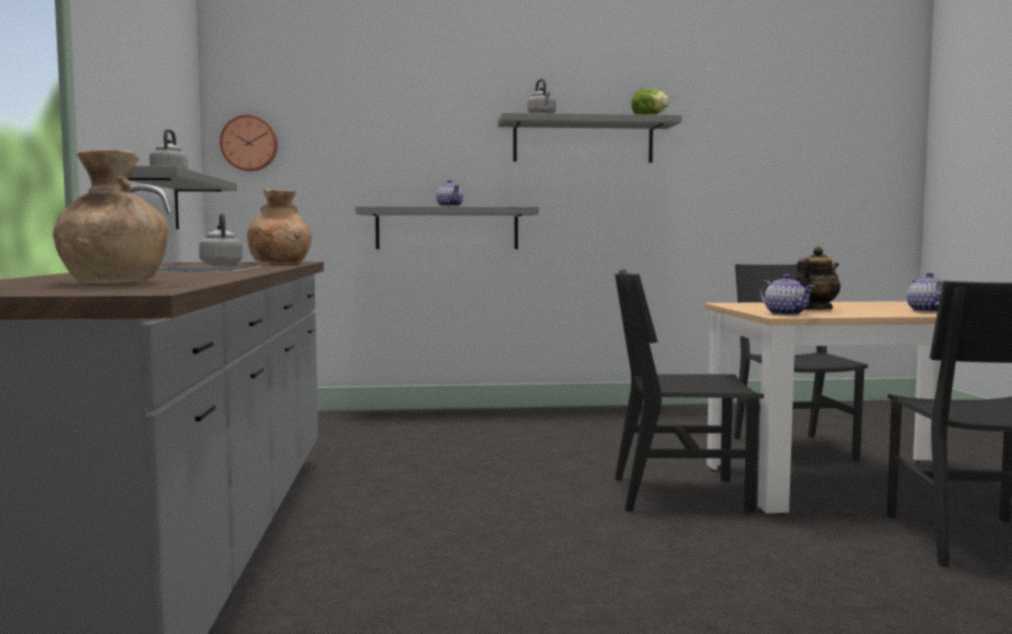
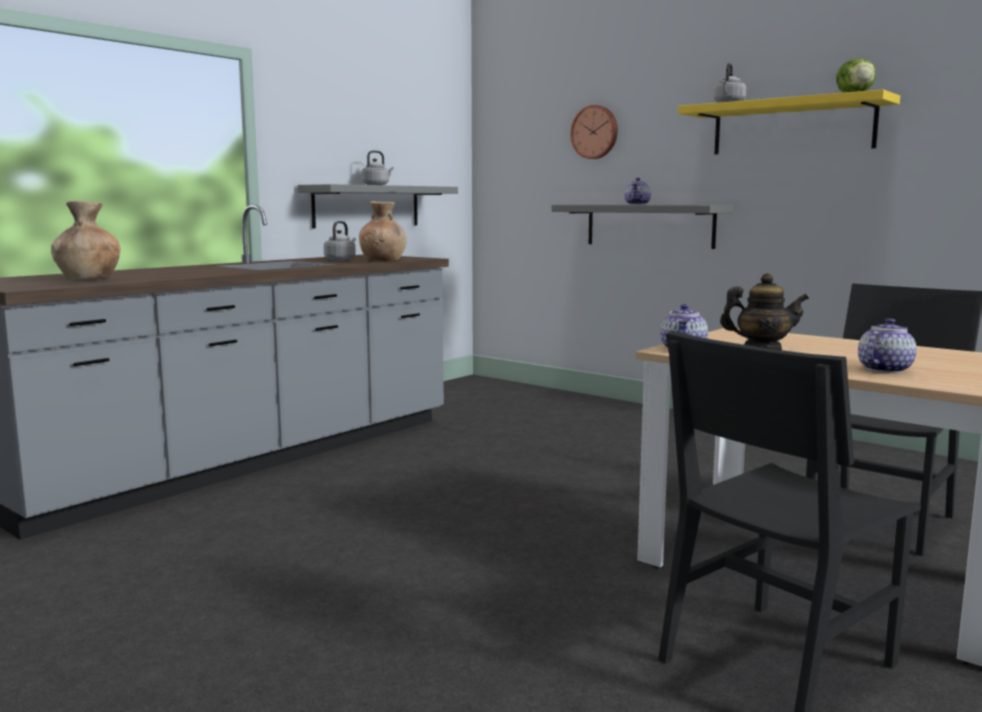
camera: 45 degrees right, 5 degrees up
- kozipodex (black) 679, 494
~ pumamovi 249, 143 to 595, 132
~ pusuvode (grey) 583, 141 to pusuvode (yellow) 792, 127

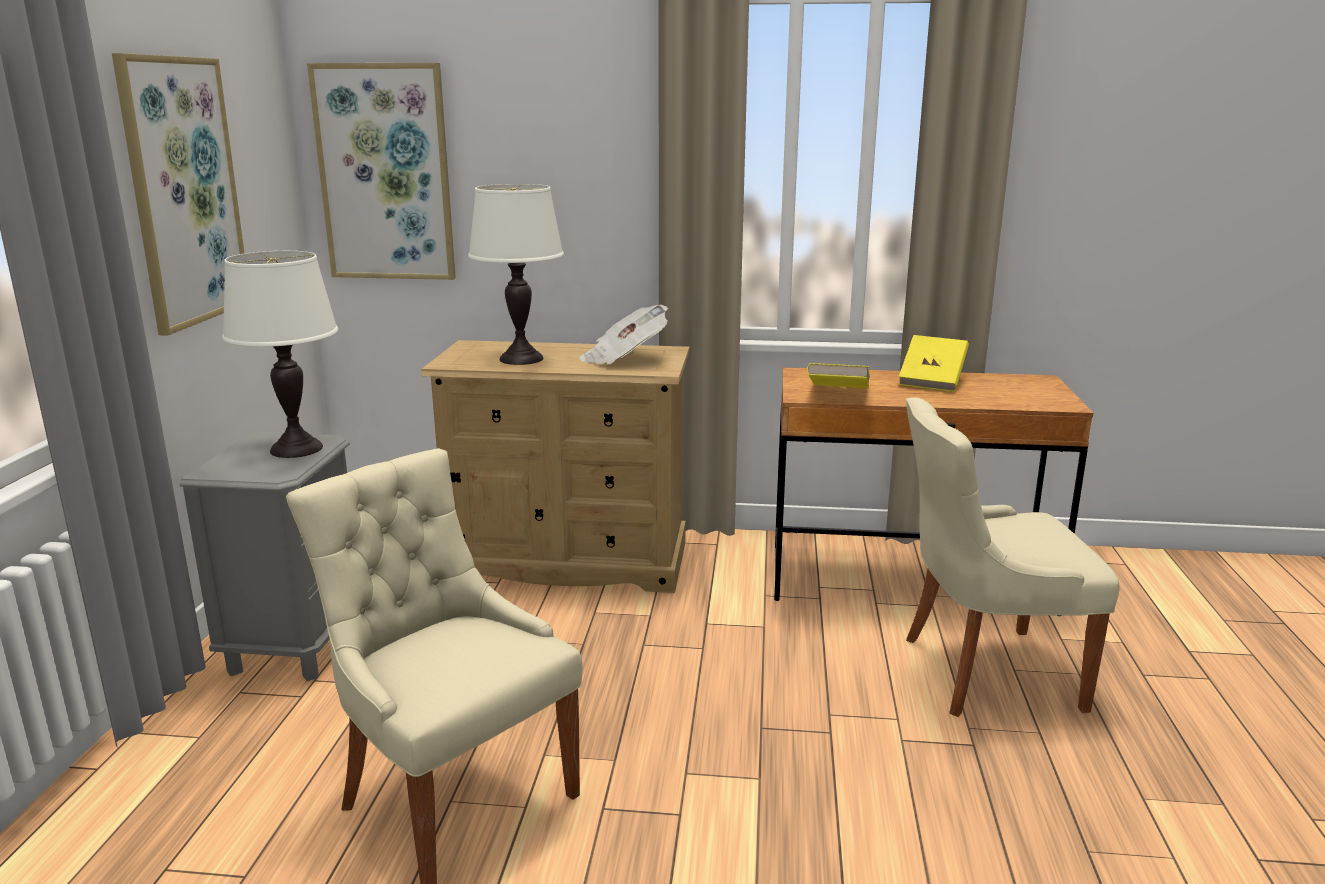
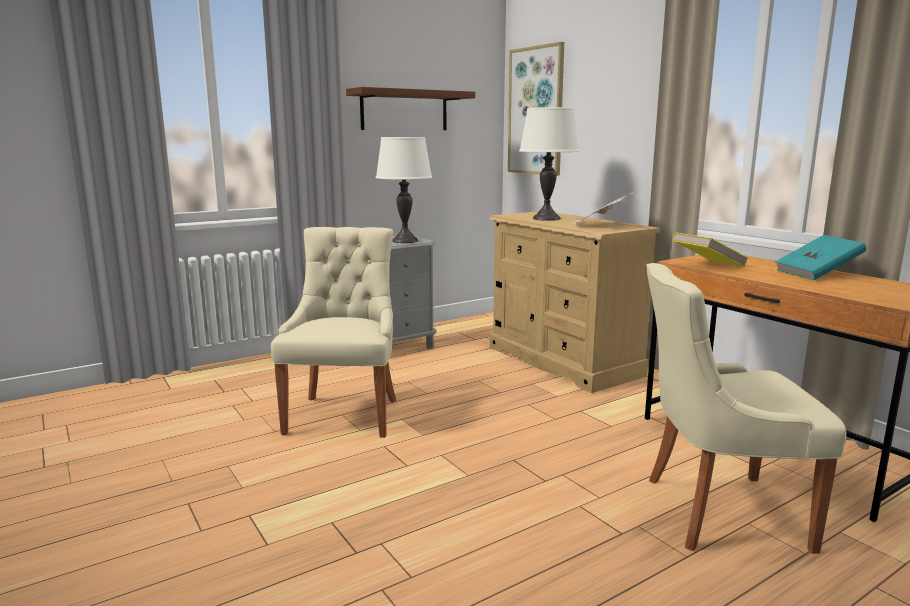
camera: 50 degrees right, 5 degrees down
~ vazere 183, 192 to pusuvode (brown) 404, 110
~ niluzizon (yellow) 932, 381 to niluzizon (turquoise) 817, 274
~ kozipodex (beige) 983, 672 = 718, 511 45 degrees counterclockwise

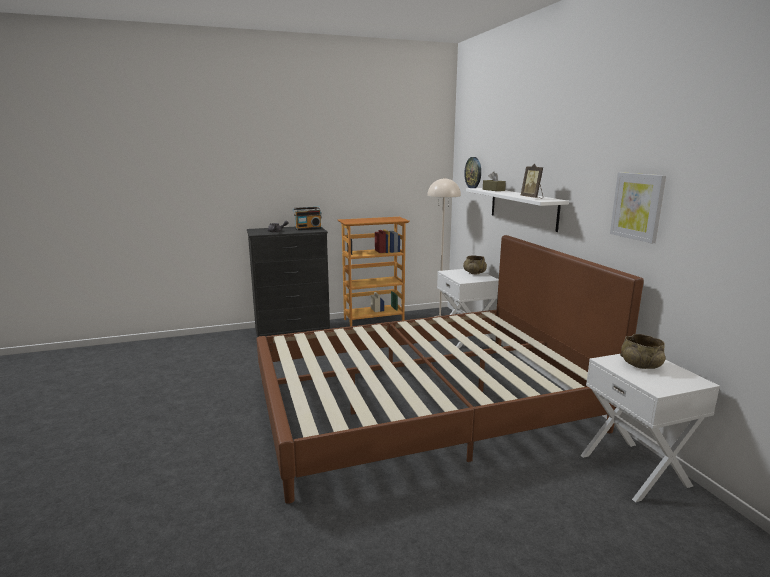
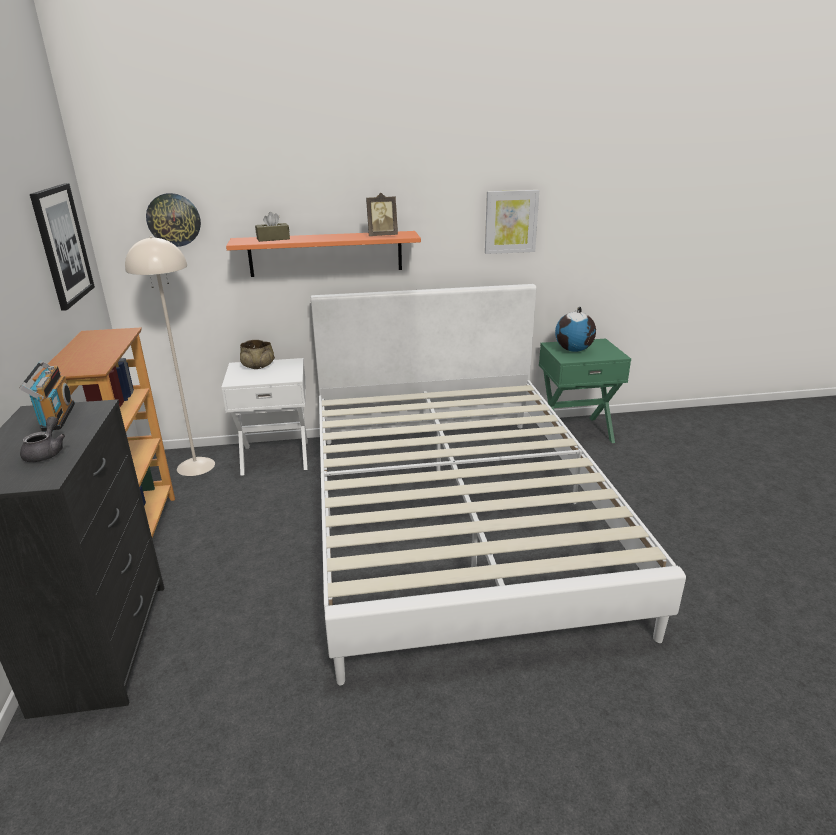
camera: 80 degrees left, 10 degrees up
+ vazere 62, 245
~ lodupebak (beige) 641, 365 to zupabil 574, 350
~ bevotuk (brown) 423, 405 to bevotuk (white) 456, 517
~ pusuvode (white) 522, 208 to pusuvode (orange) 326, 253
~ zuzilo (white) 635, 470 to zuzilo (green) 574, 431

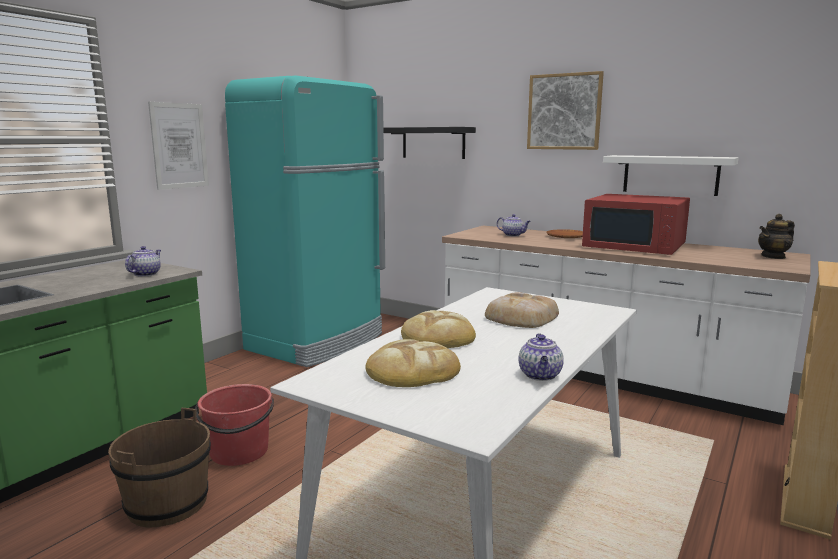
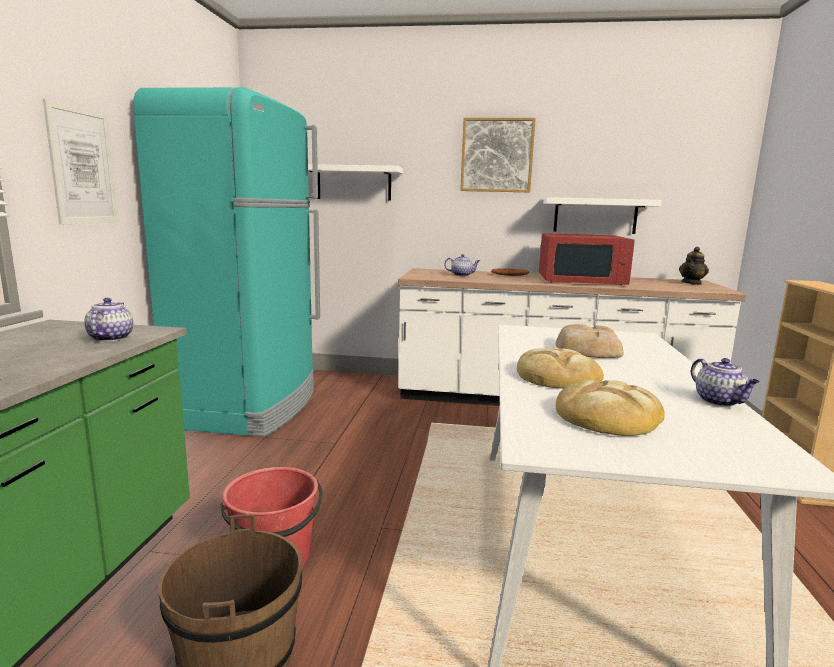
camera: 25 degrees left, 0 degrees up
~ pusuvode (black) 433, 143 to pusuvode (white) 354, 183

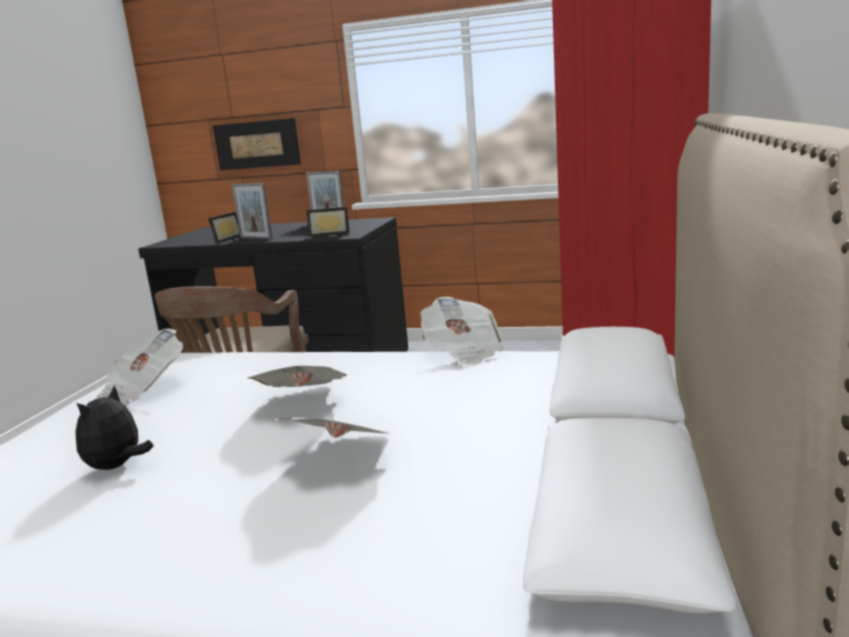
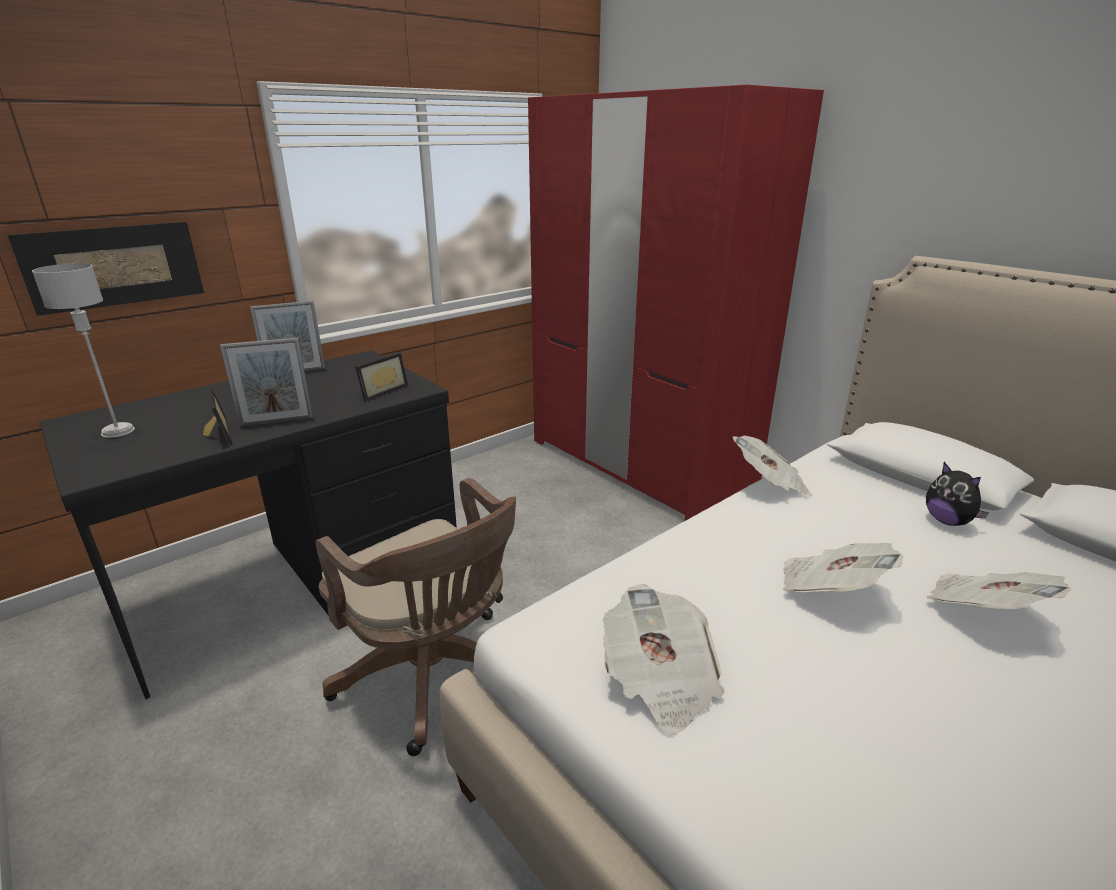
camera: 55 degrees left, 10 degrees up
+ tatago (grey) 118, 431
~ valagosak 117, 466 to 948, 521

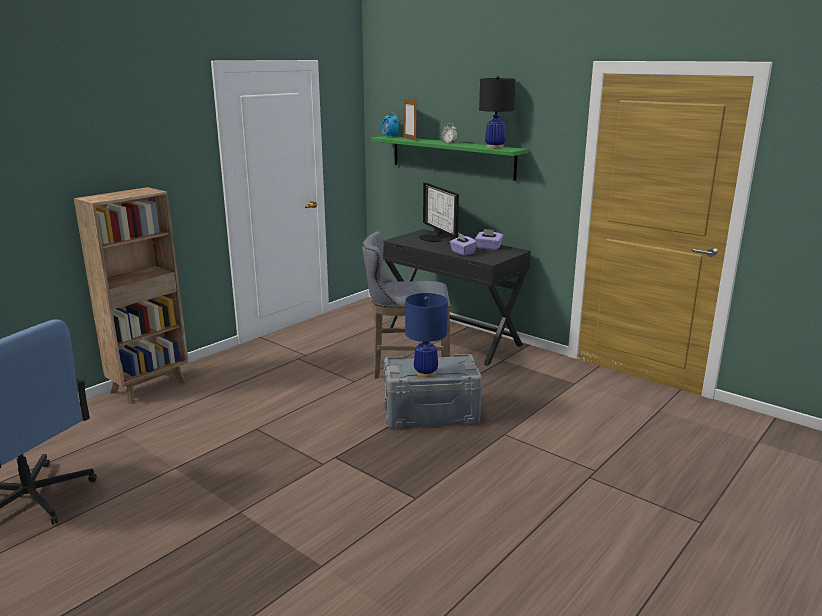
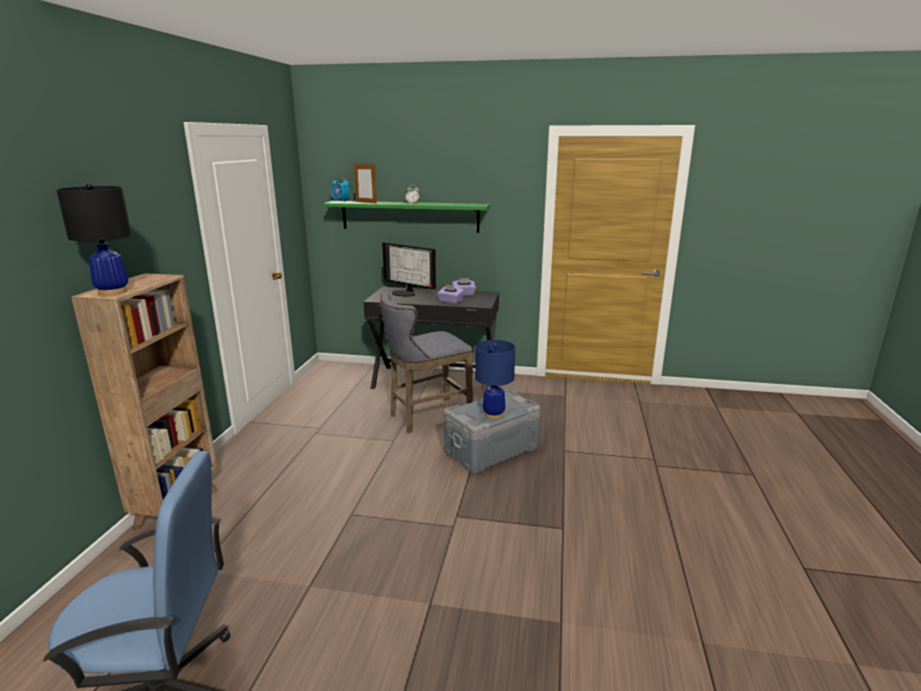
camera: 30 degrees left, 0 degrees up
~ tatago (black) 494, 147 to 112, 292

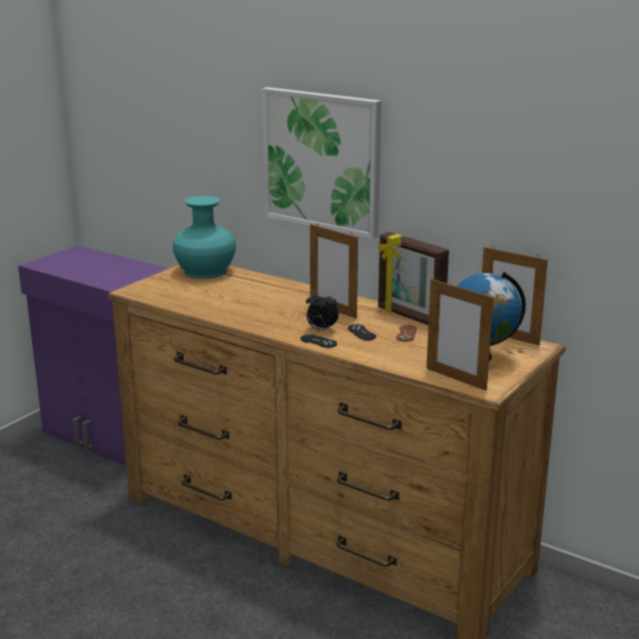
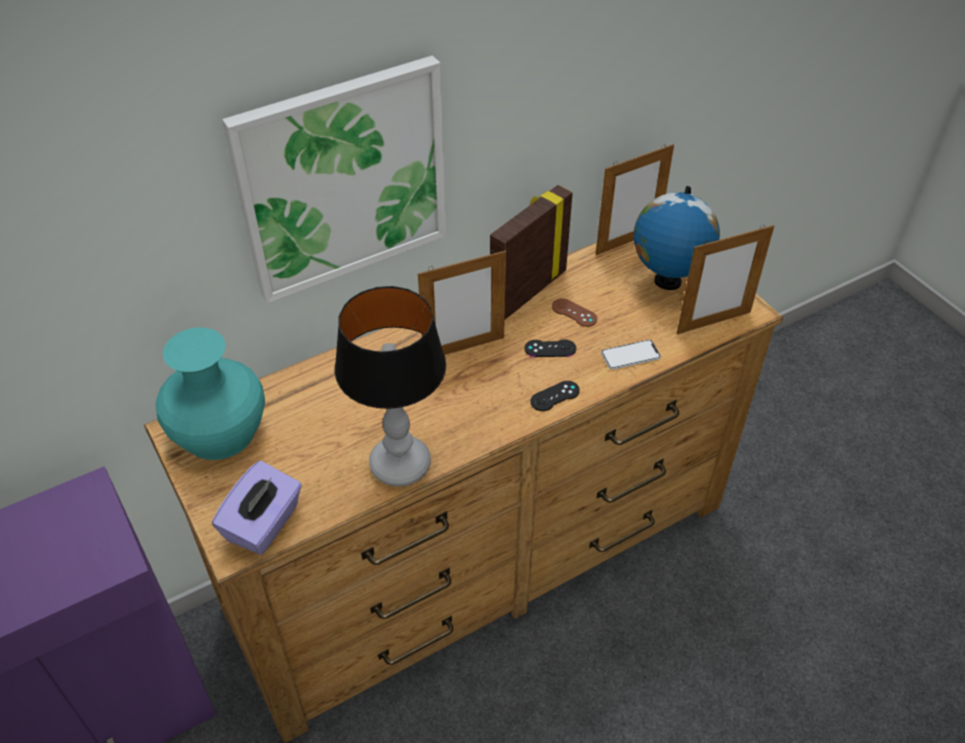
camera: 65 degrees left, 25 degrees up
- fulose 321, 330
+ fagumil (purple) 264, 524
+ tatago 399, 465
+ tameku 630, 355
~ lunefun 409, 317 = 527, 291 150 degrees clockwise

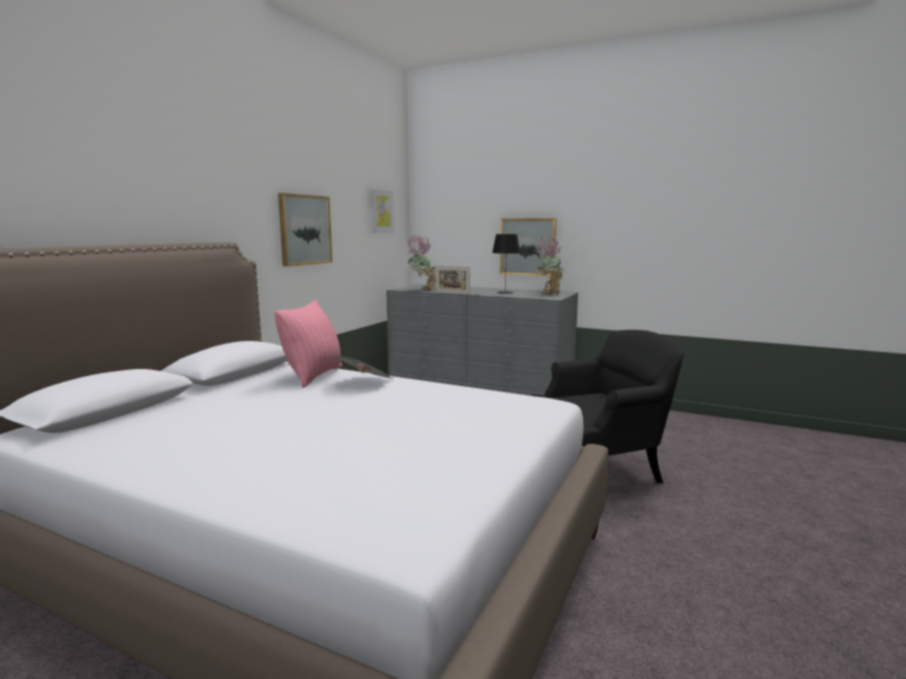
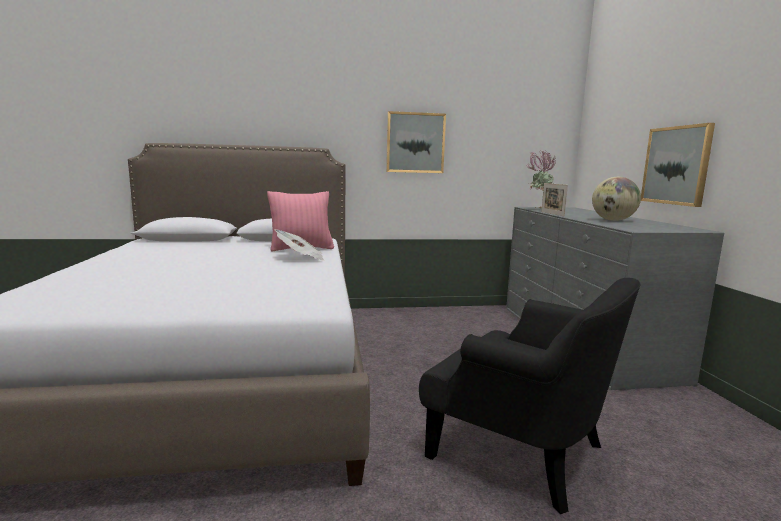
camera: 55 degrees right, 0 degrees up
- vazere 381, 211
- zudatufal 548, 293
~ tatago (black) 505, 292 to zupabil 613, 220

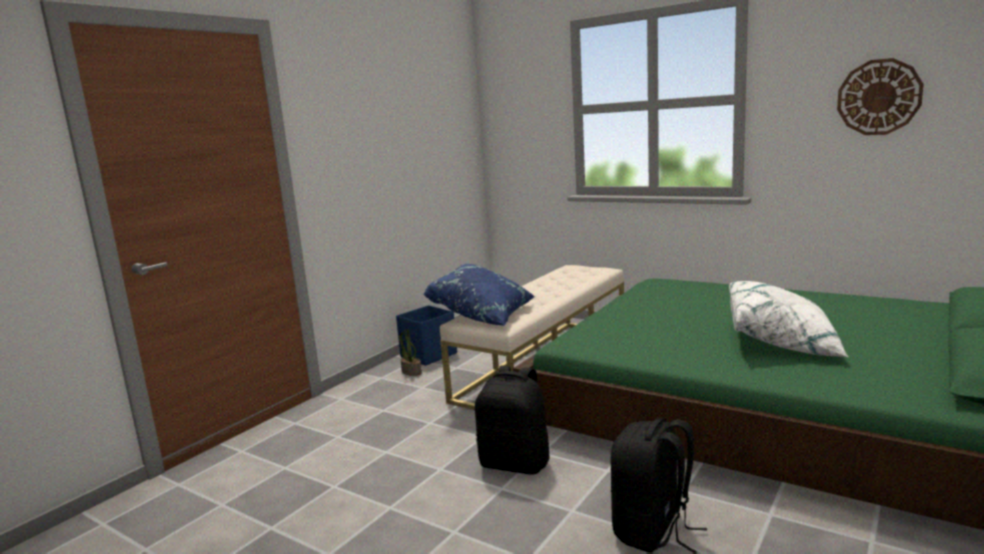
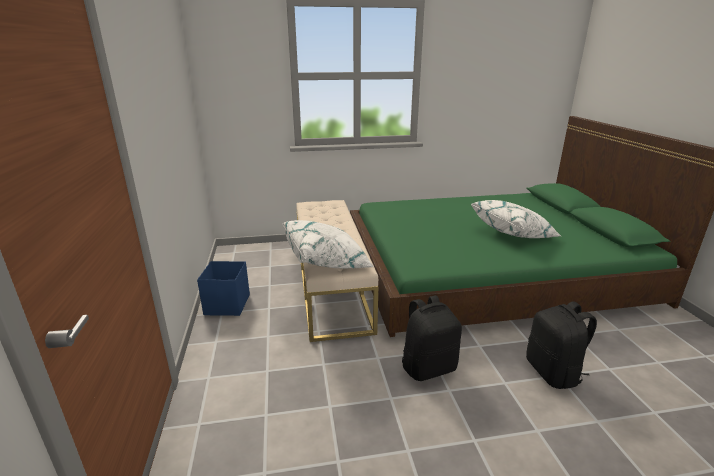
camera: 45 degrees left, 10 degrees up
- zudatufal 411, 372
- pumamovi 879, 97
~ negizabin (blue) 483, 315 to negizabin (white) 327, 261

